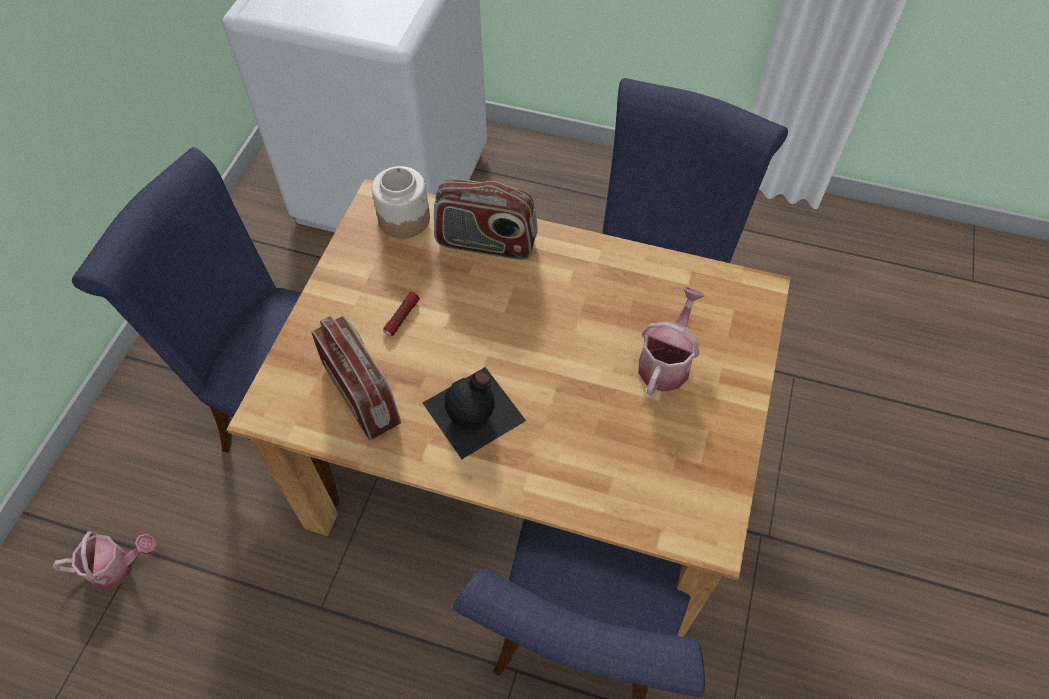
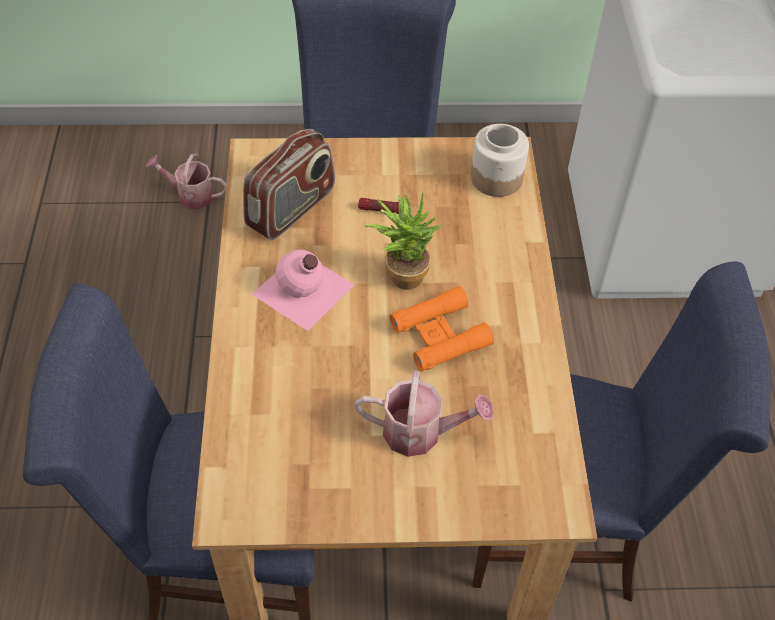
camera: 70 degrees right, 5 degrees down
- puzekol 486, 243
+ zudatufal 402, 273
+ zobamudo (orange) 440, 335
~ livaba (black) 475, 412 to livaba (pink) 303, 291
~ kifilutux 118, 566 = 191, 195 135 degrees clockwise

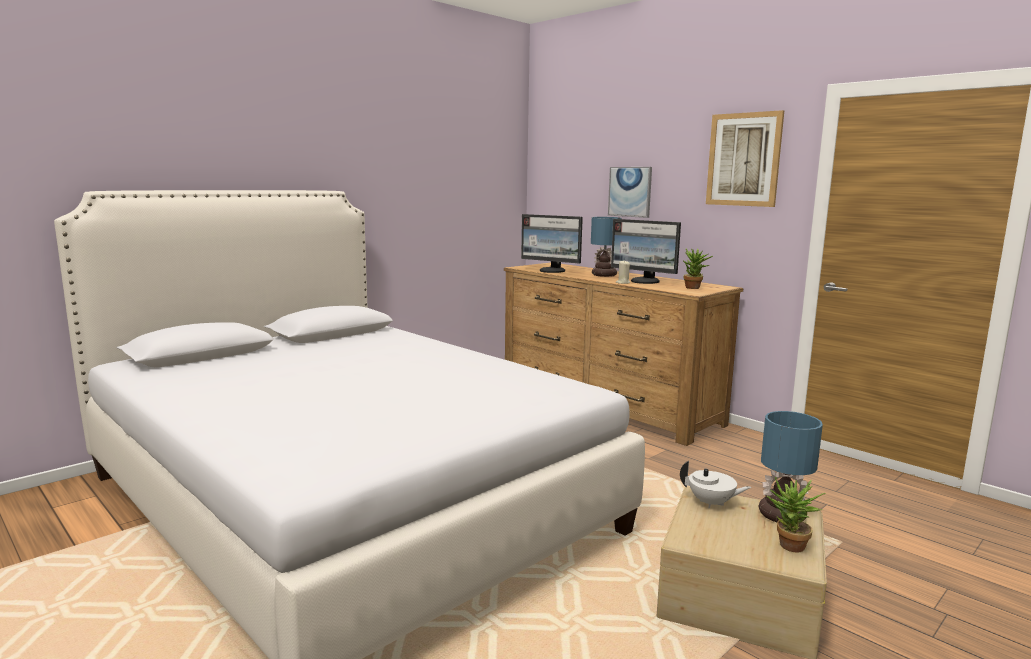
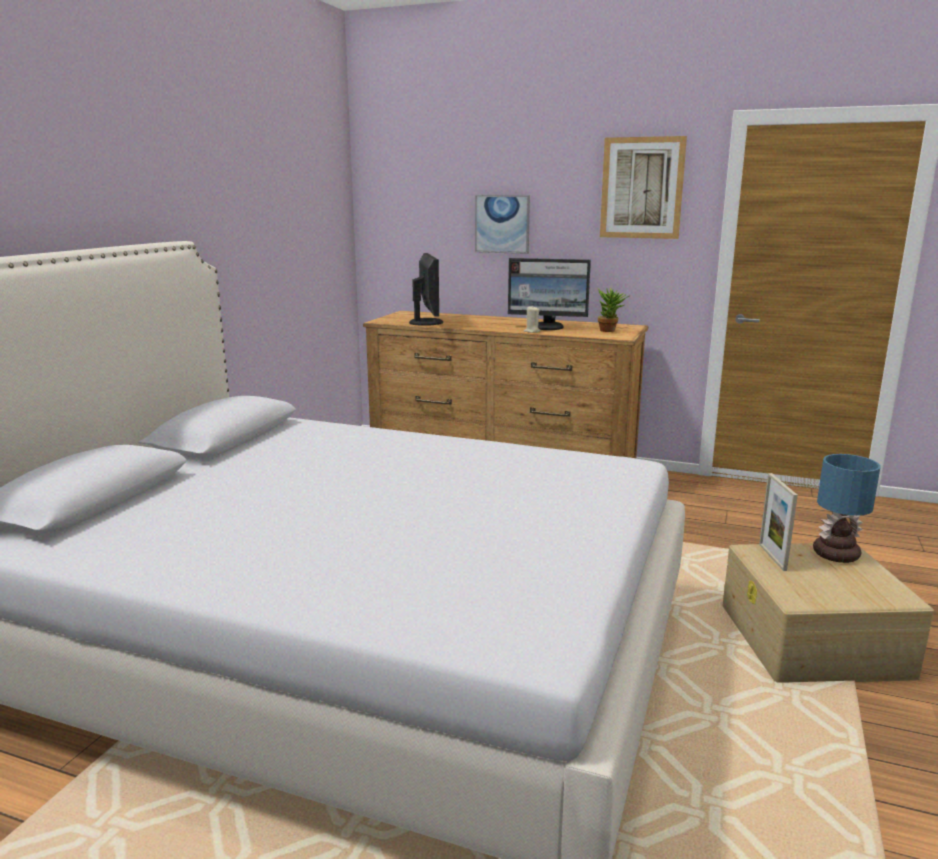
camera: 25 degrees left, 5 degrees up
- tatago 603, 275
- zudatufal 789, 547
~ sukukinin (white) 711, 503 to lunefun 772, 557
~ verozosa 552, 271 = 427, 322 105 degrees counterclockwise

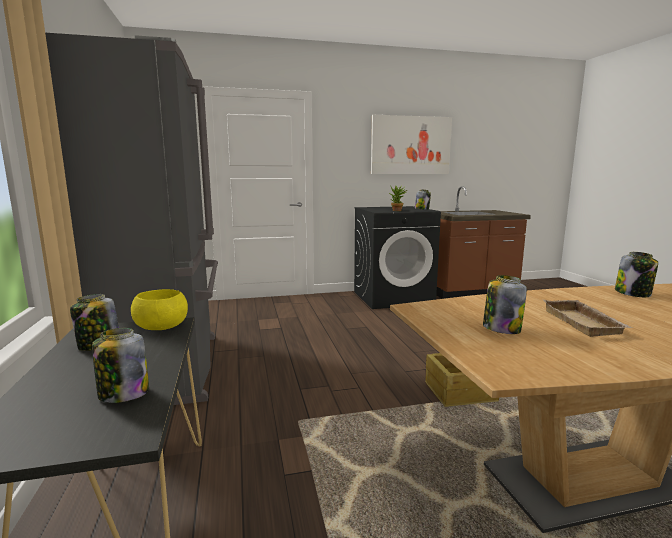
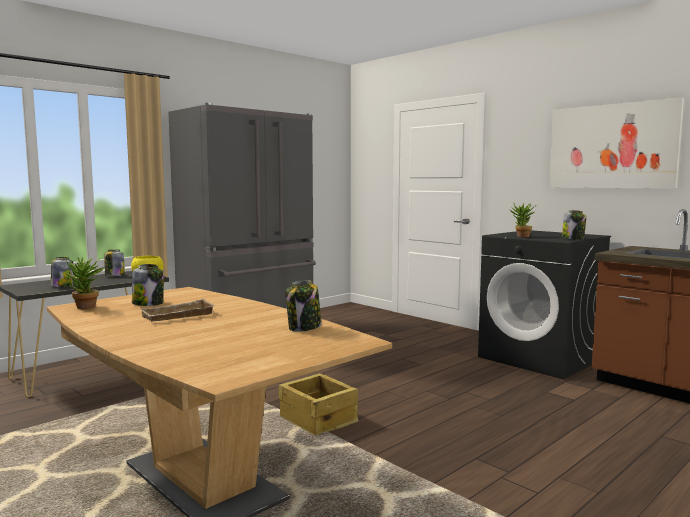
camera: 60 degrees right, 5 degrees down
+ zudatufal 86, 308

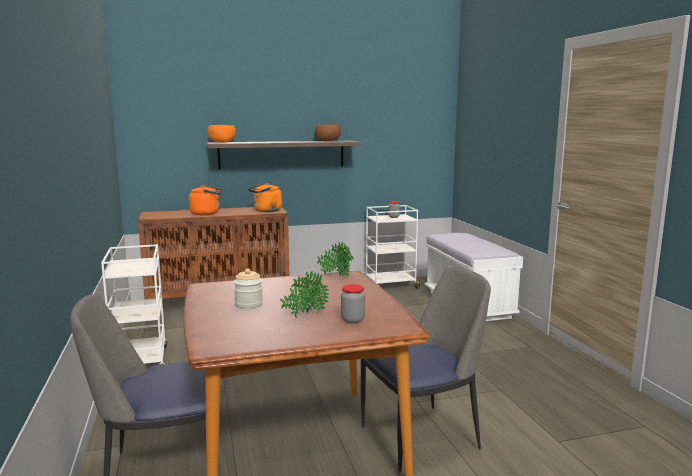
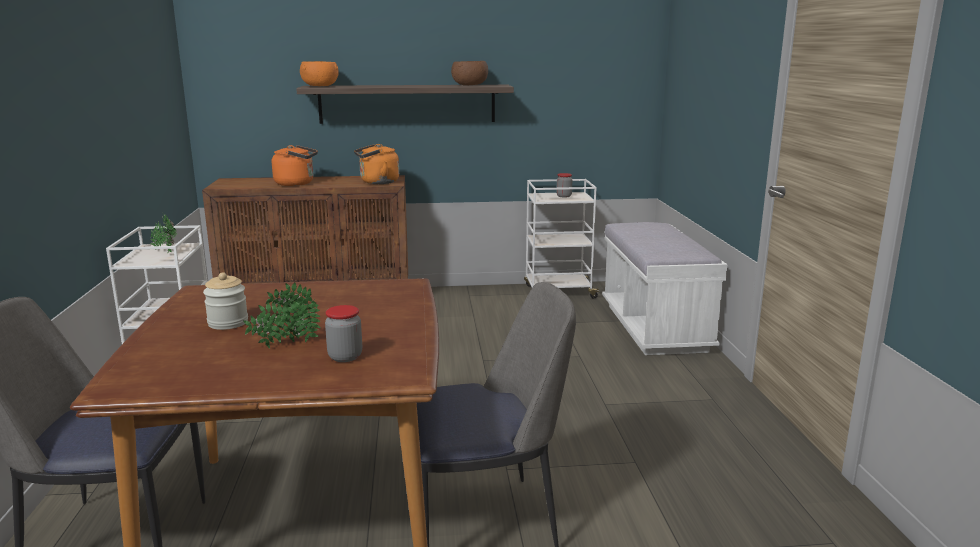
camera: 10 degrees right, 5 degrees up
~ zudatufal 335, 276 to 165, 252

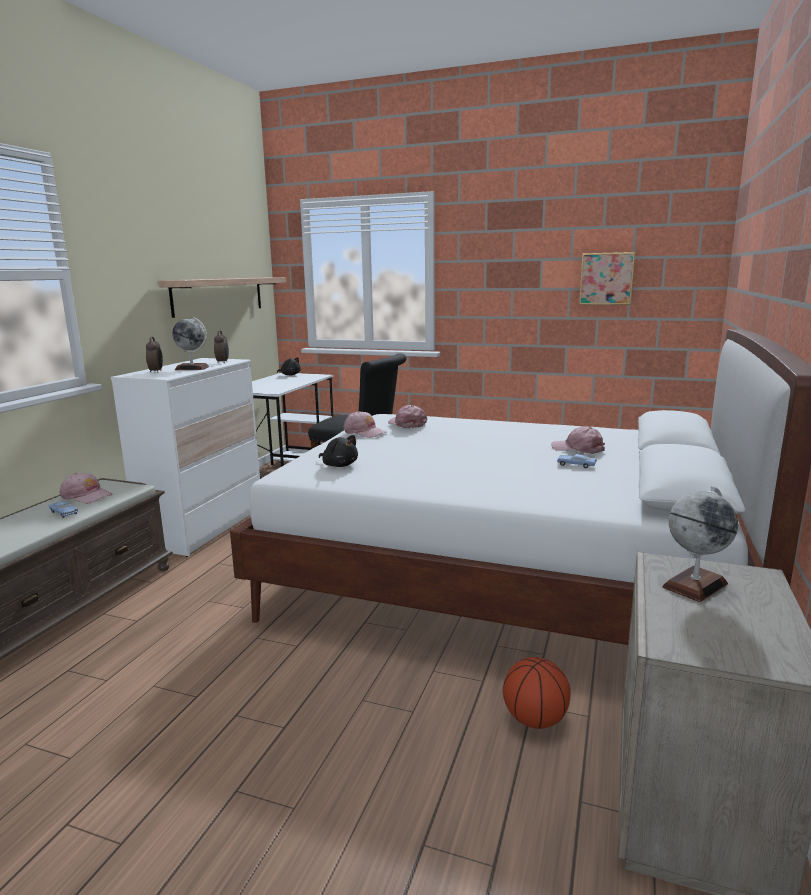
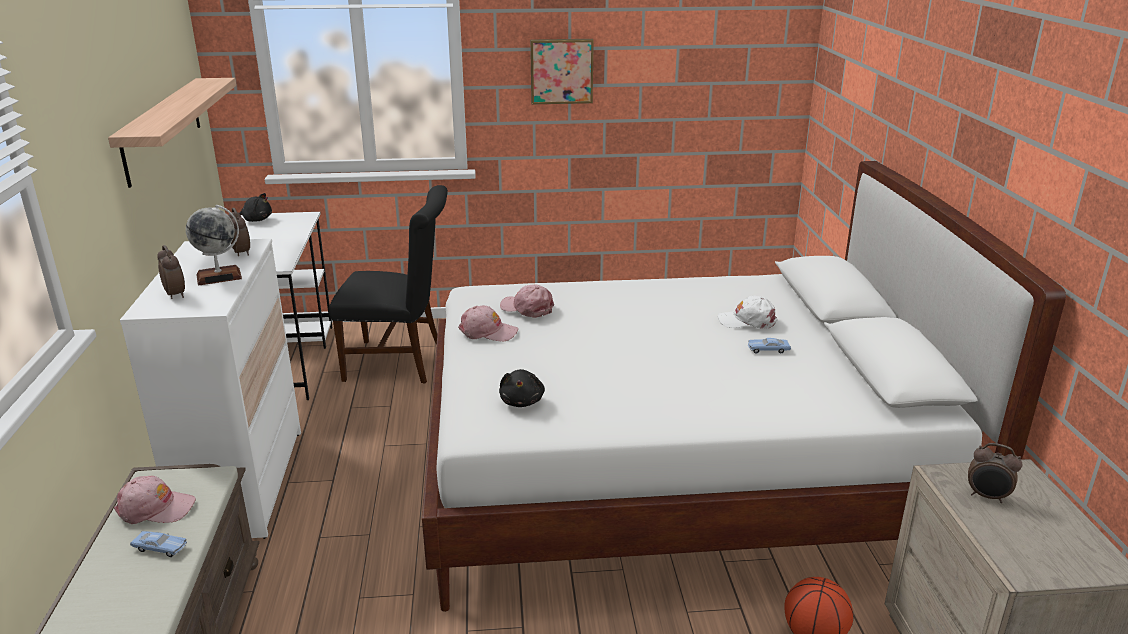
camera: 25 degrees left, 10 degrees up
~ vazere 606, 278 to 561, 71
~ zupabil 695, 585 to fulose 987, 497
~ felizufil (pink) 578, 449 to felizufil (white) 747, 321
~ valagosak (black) 339, 465 = 522, 401 75 degrees clockwise

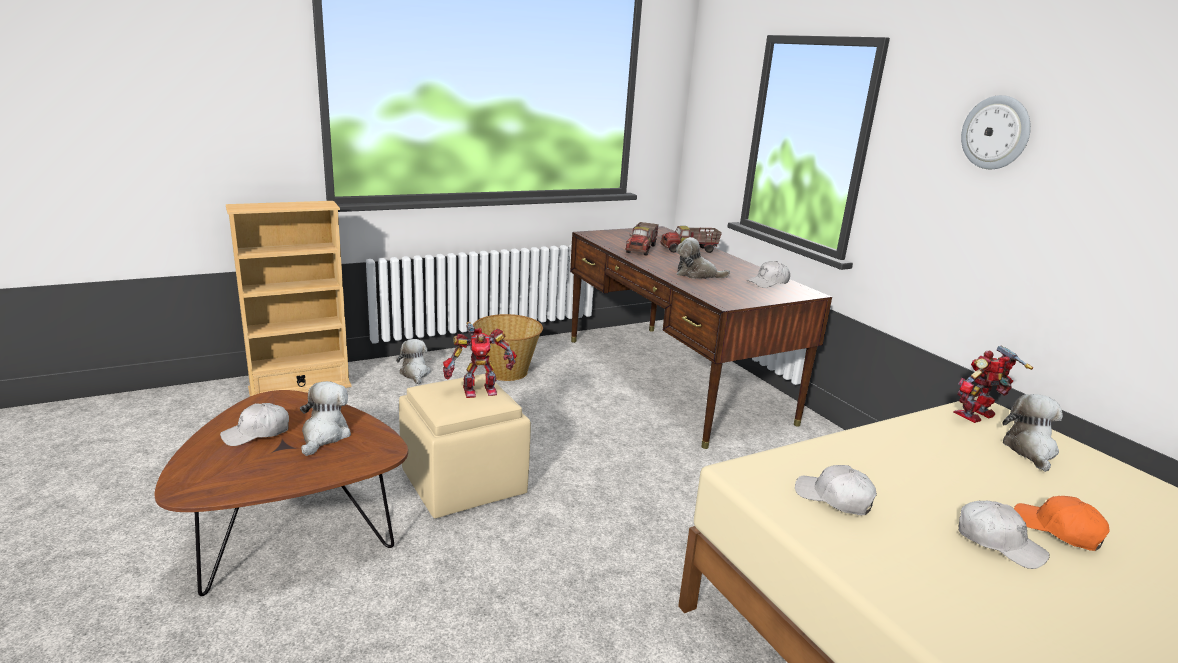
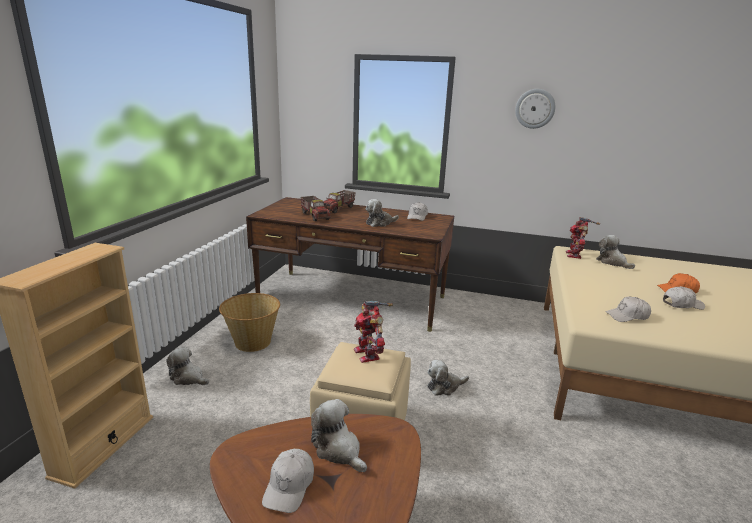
camera: 45 degrees left, 0 degrees up
+ valagosak 444, 386
~ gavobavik 479, 390 = 368, 354 135 degrees clockwise

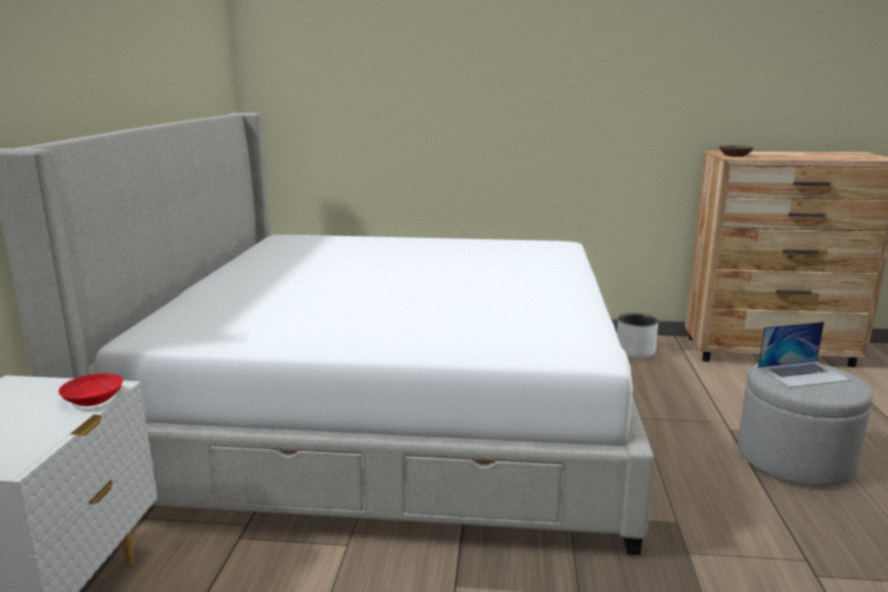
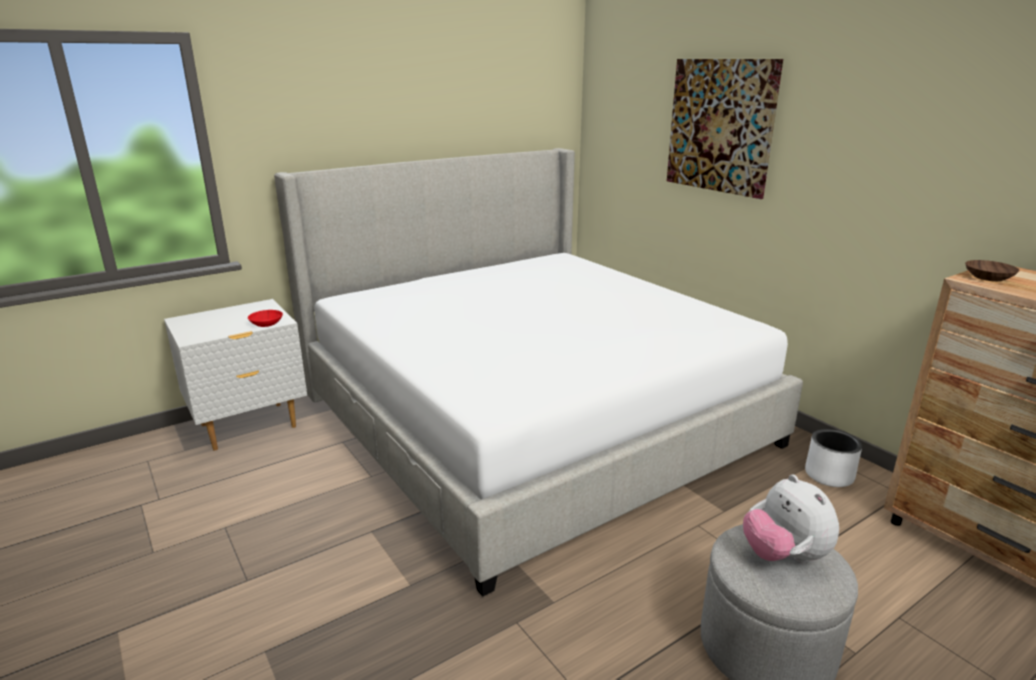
camera: 50 degrees right, 5 degrees up
+ vazere 720, 126
~ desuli 803, 374 to valagosak 784, 556

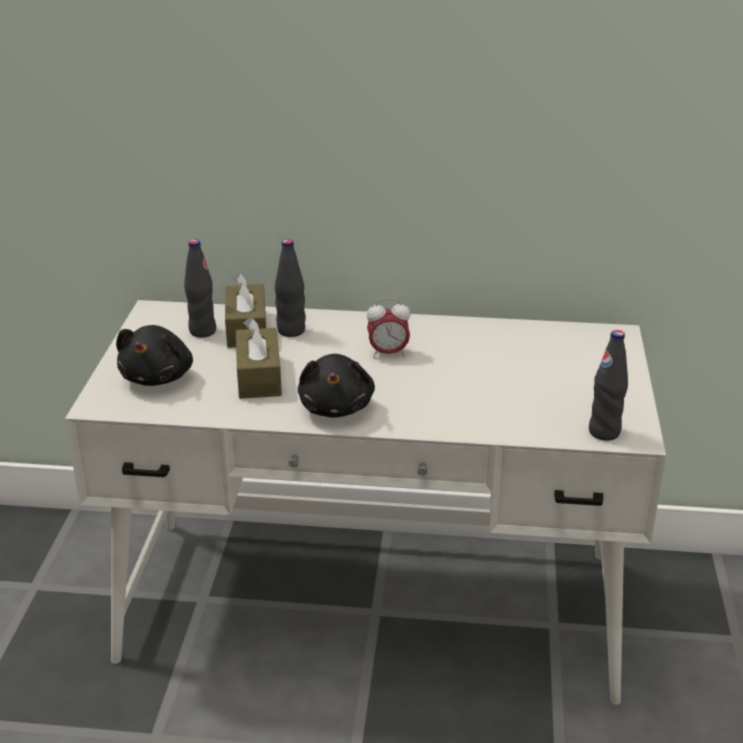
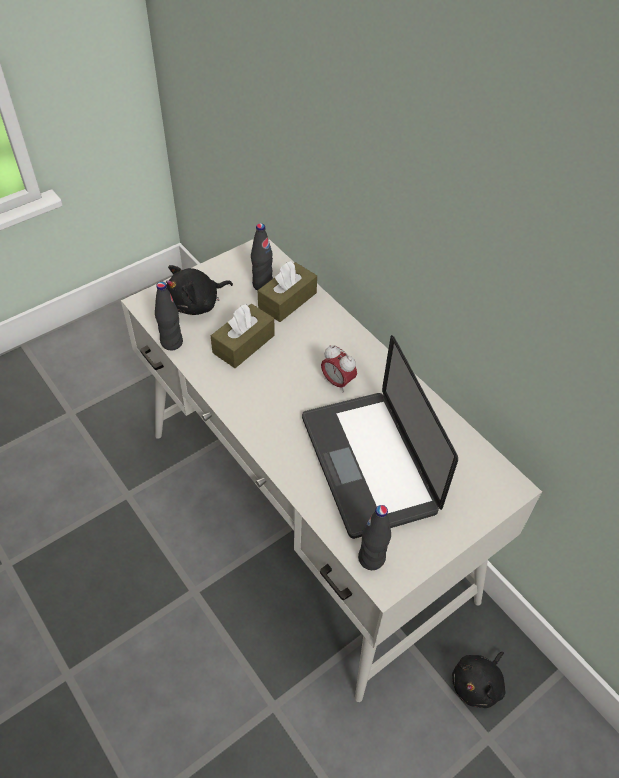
camera: 45 degrees right, 20 degrees up
+ desuli 368, 463
~ livaba (black) 291, 331 to 171, 343
~ valagosak (black) 336, 407 to 477, 684

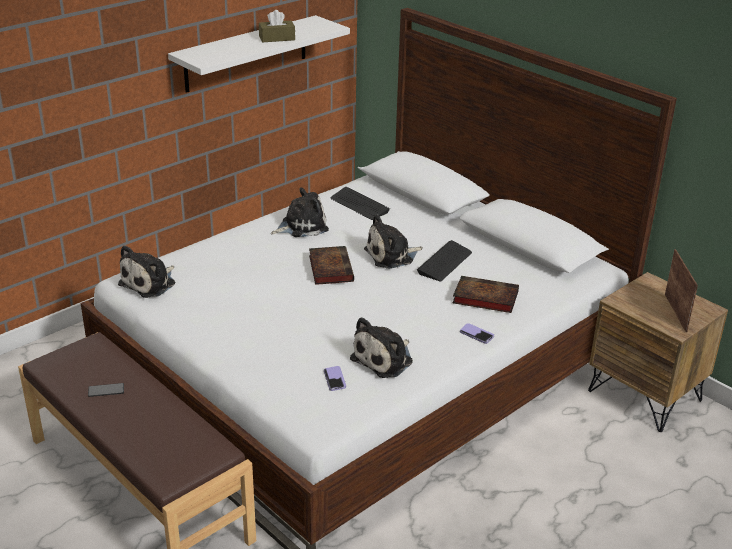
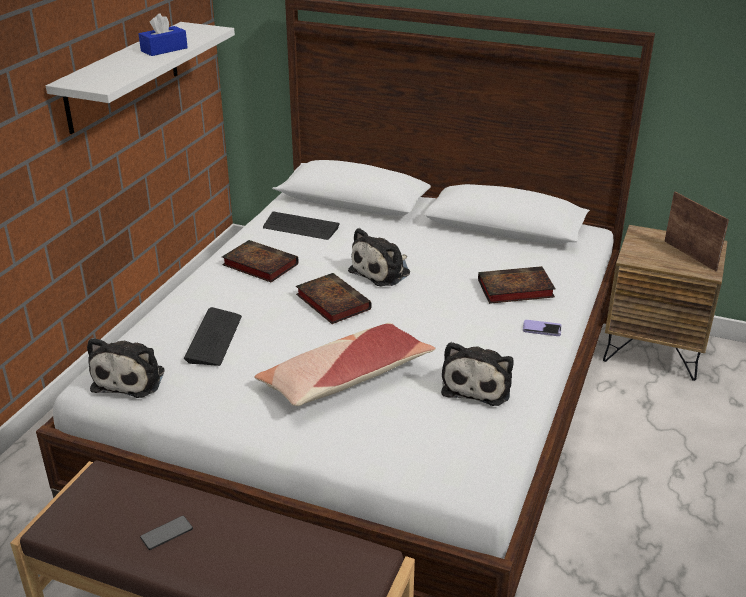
camera: 25 degrees left, 0 degrees up
- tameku 334, 379
+ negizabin 345, 378
~ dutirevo 444, 262 to 214, 338
~ valagosak 301, 226 to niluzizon 258, 265
~ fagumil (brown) 277, 38 to fagumil (blue) 164, 49

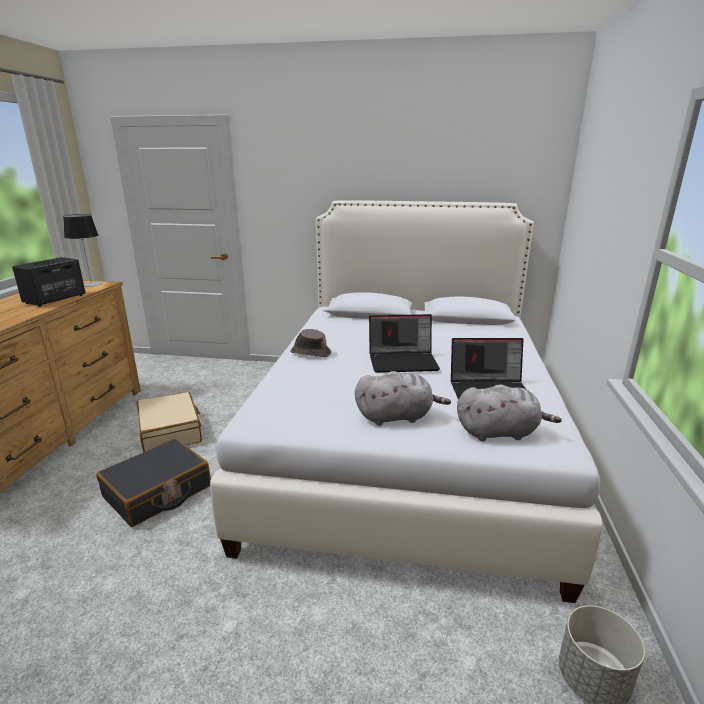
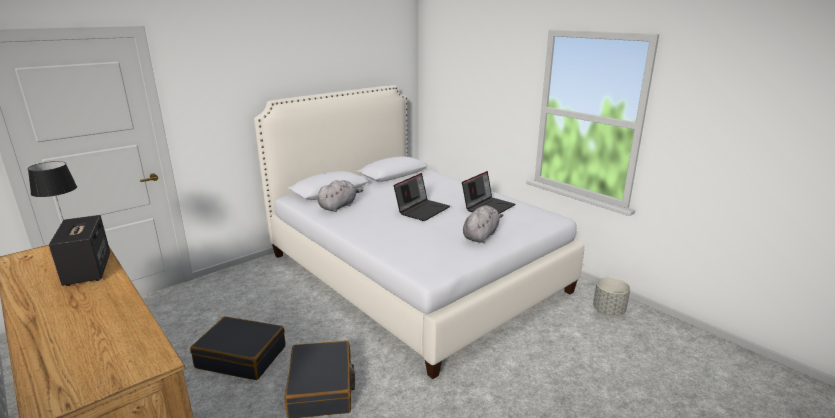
camera: 50 degrees left, 0 degrees up
- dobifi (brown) 310, 353
~ valagosak (grey) 499, 432 to 338, 206
~ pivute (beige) 171, 431 to pivute (black) 242, 357

